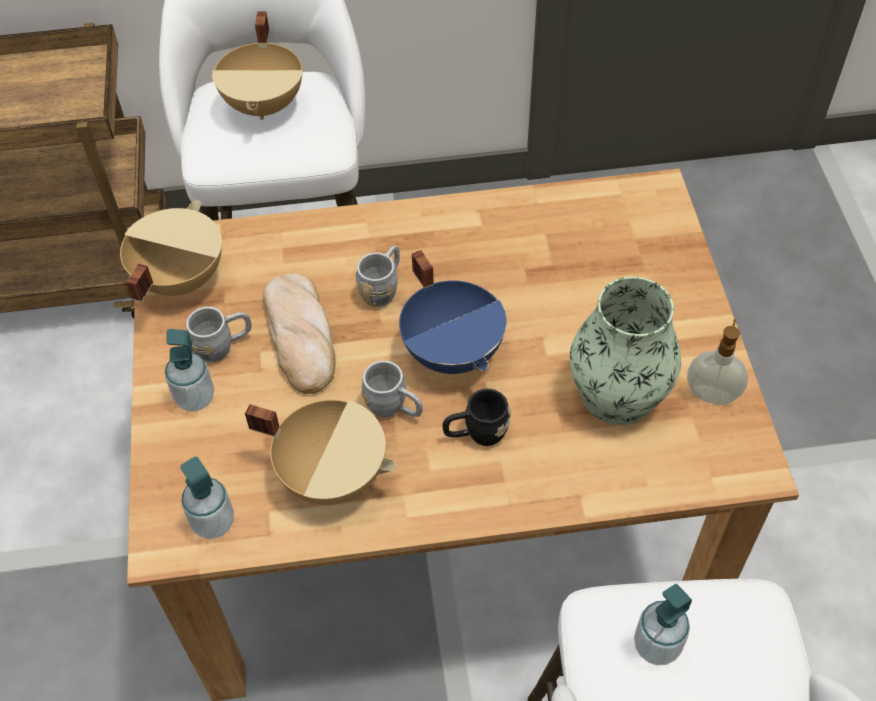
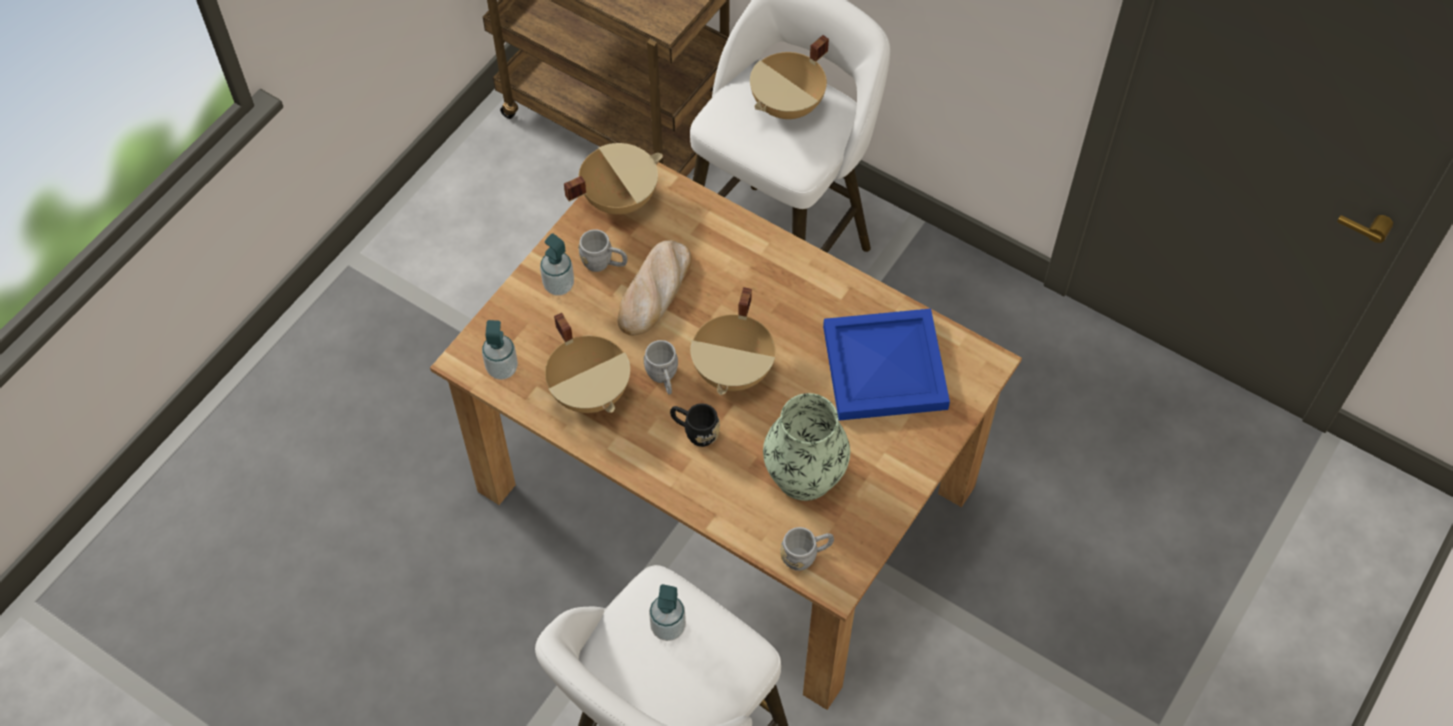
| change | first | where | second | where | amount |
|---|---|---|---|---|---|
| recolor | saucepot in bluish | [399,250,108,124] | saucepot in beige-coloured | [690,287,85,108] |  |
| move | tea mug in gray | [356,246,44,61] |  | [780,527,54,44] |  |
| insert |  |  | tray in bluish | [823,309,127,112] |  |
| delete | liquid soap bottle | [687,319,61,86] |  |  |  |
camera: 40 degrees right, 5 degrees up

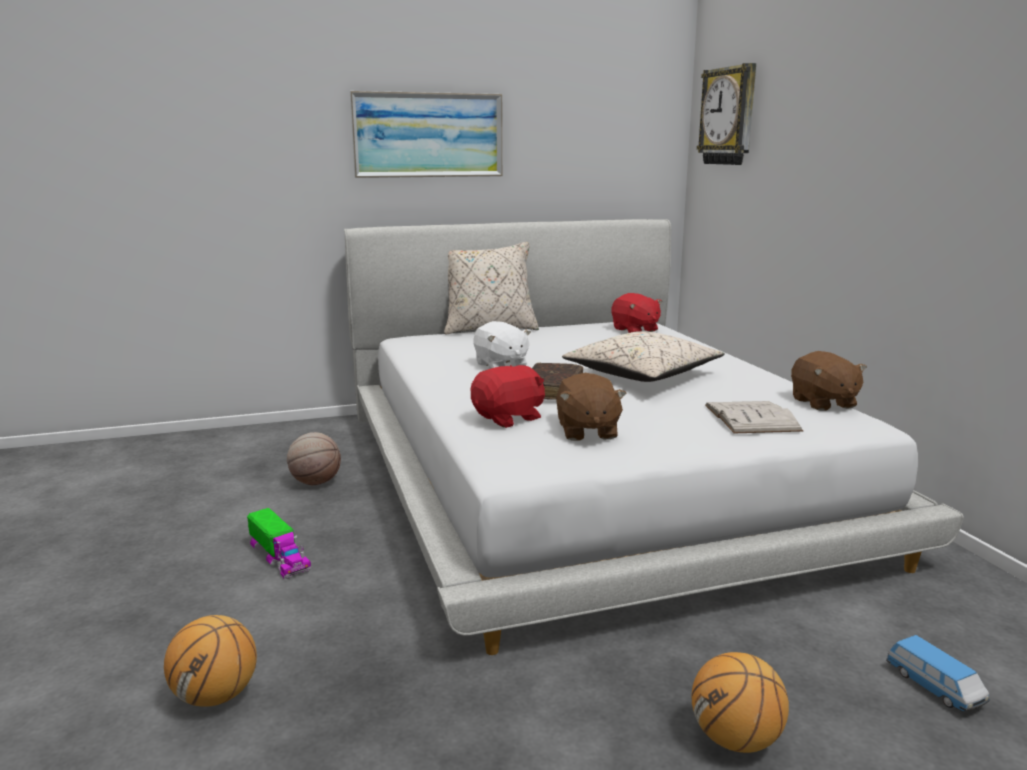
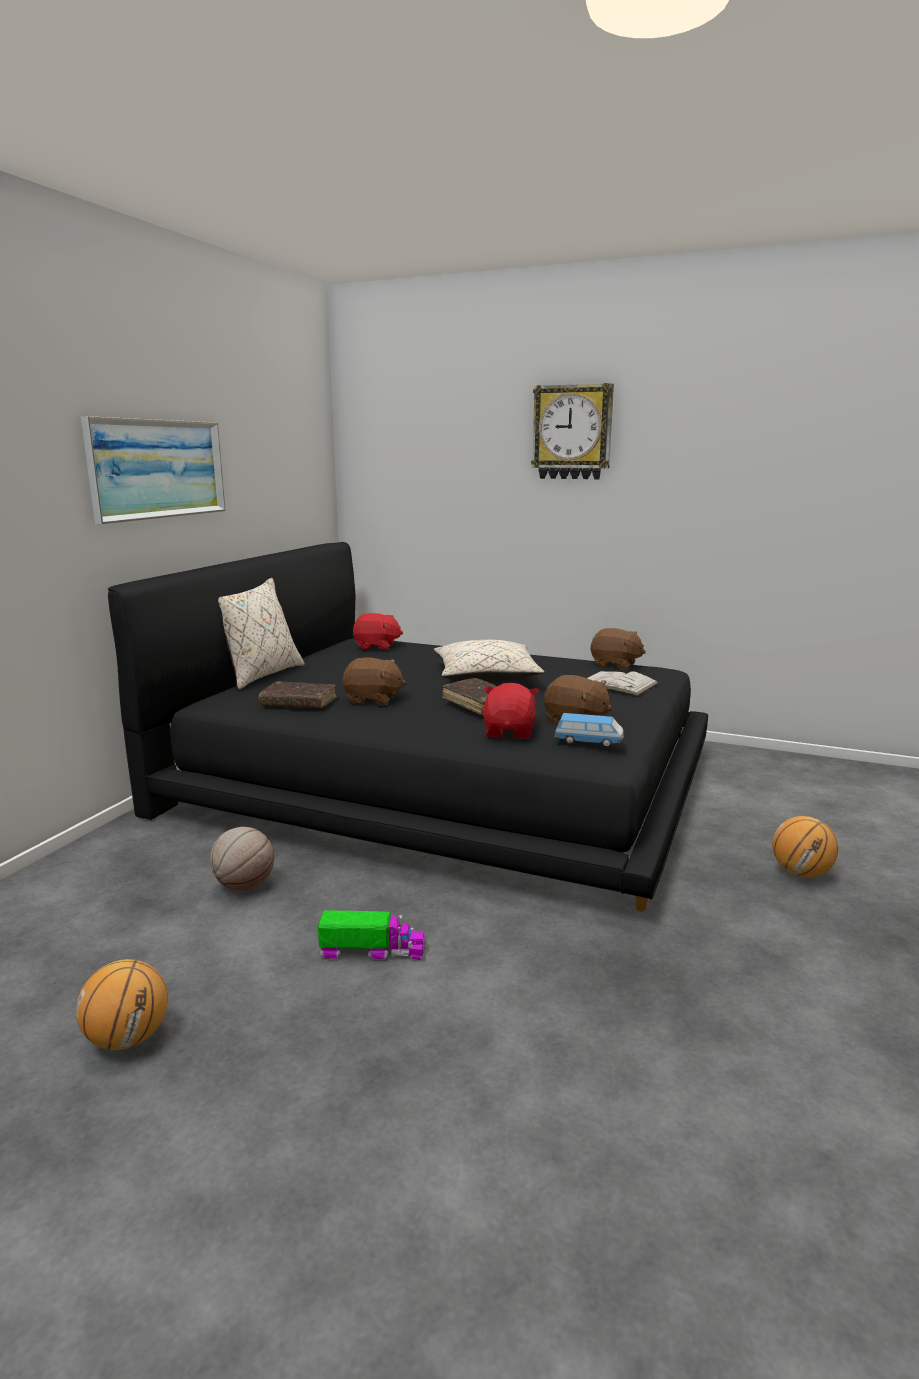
| change | first | where | second | where | amount |
|---|---|---|---|---|---|
| move | basketball ball | [164,615,93,92] |  | [76,959,92,91] |  |
| recolor | sleeping bed in white-coloured | [344,219,620,436] | sleeping bed in black-coloured | [108,542,600,370] |  |
| insert |  |  | book in brown | [258,681,79,27] |  |
| recolor | cuddly toy in white-coloured | [473,321,58,48] | cuddly toy in brown | [342,658,64,47] |  |
| move | hanging clock | [697,63,59,102] |  | [531,383,83,96] |  |
| move | model car | [886,635,104,76] |  | [554,713,70,34] |  |
camera: 50 degrees left, 0 degrees up

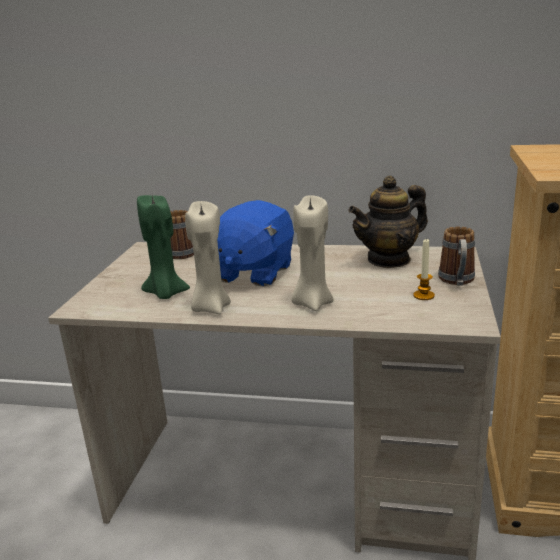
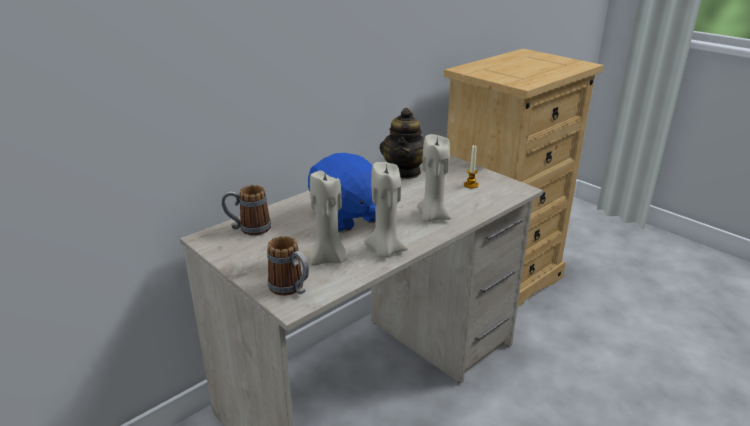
| change | first | where | second | where | amount |
|---|---|---|---|---|---|
| move | tea mug | [438,226,37,60] |  | [267,236,42,60] |  |
| recolor | candle in green-coloured | [137,195,53,104] | candle in beige-coloured | [310,171,38,95] |  |
camera: 55 degrees left, 5 degrees up

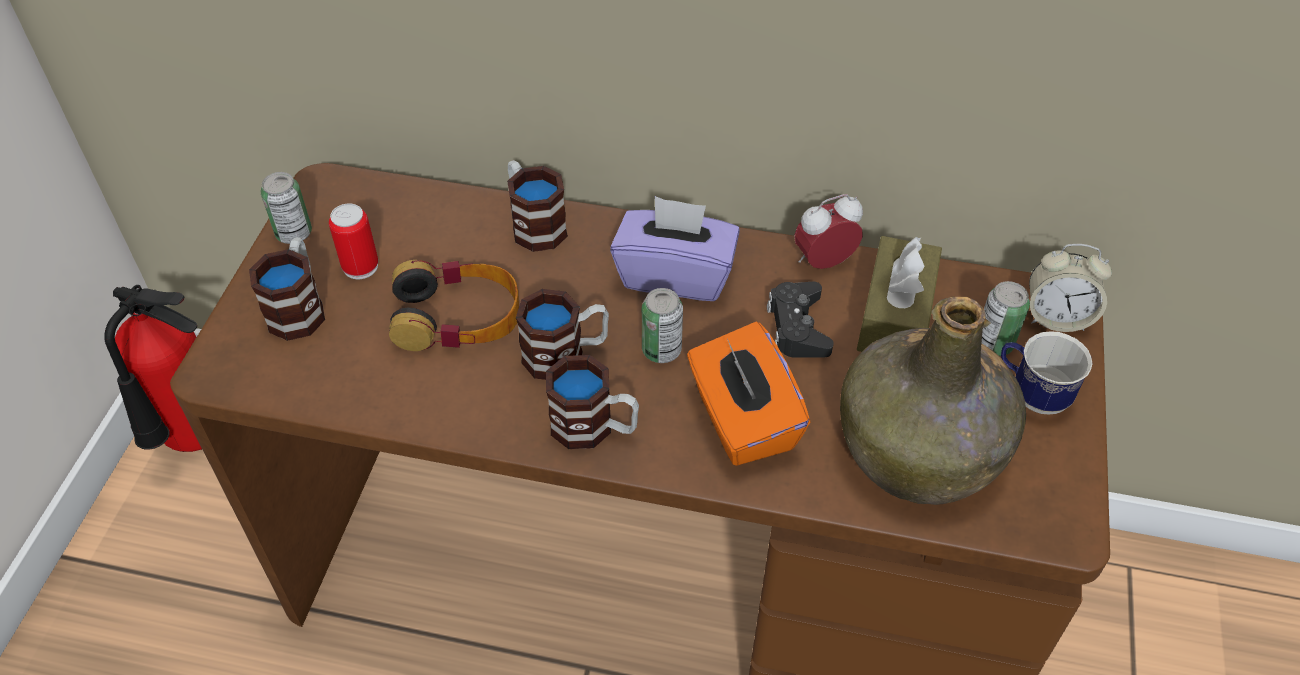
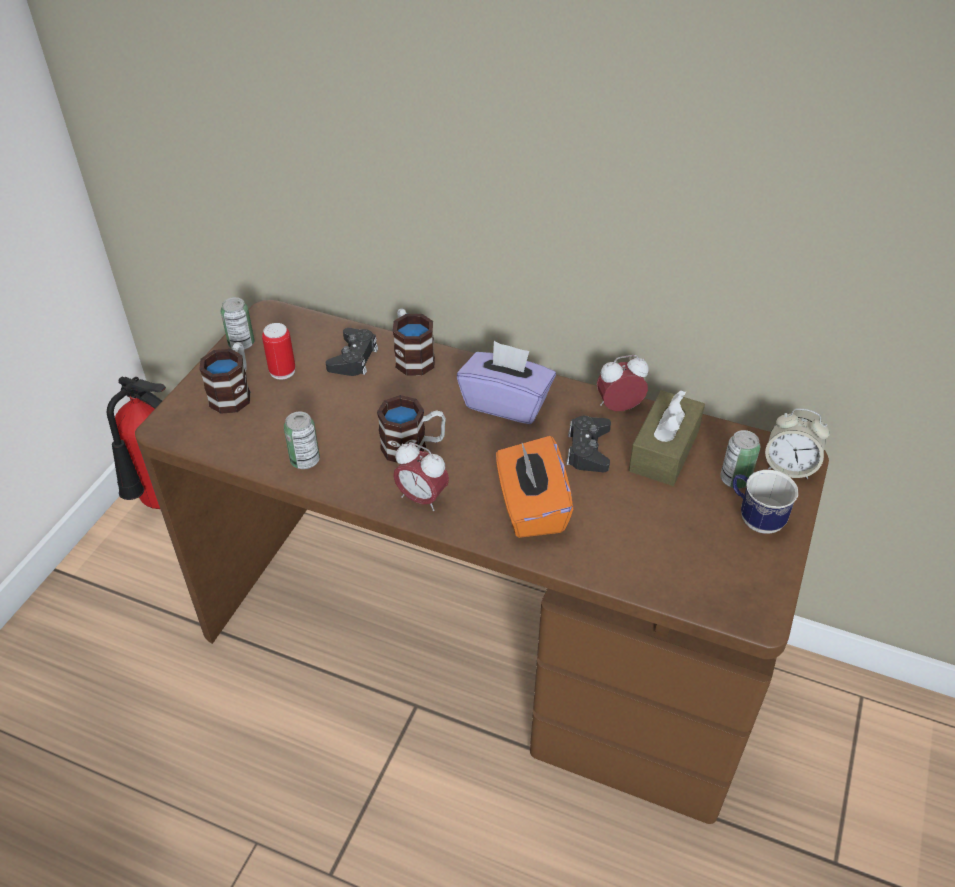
| change | first | where | second | where | amount |
|---|---|---|---|---|---|
| move | can | [642,288,41,75] |  | [284,412,36,57] |  |
| insert |  |  | gamepad in black-coloured | [326,328,52,48] |  |
| replace | tea mug | [546,355,93,94] | bedside clock | [393,442,56,69] |  |
| delete | headphones | [389,260,130,91] |  |  |  |
| delete | beverage bottle in green-coloured | [840,297,186,208] |  |  |  |
camera: 10 degrees right, 5 degrees down

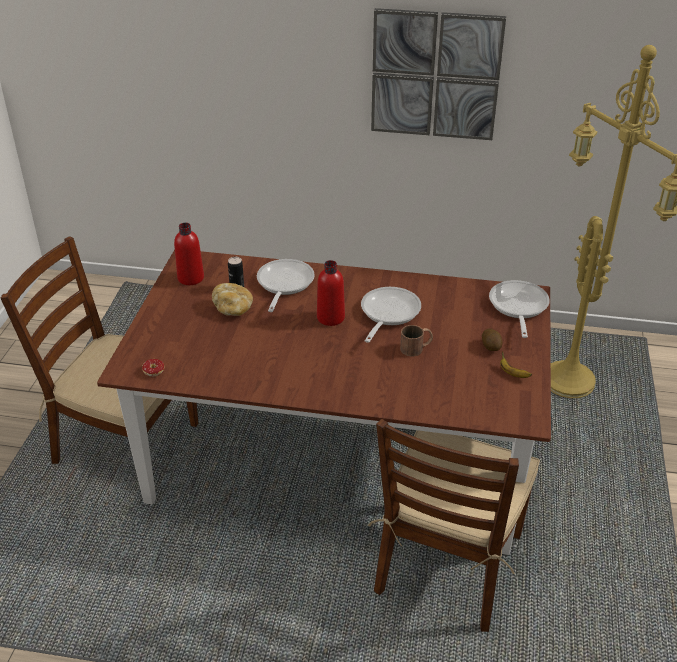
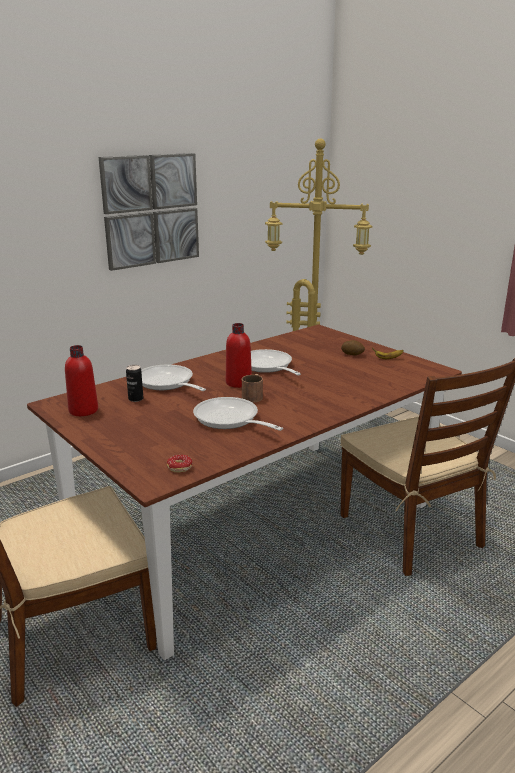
| change | first | where | second | where | amount |
|---|---|---|---|---|---|
| move | frying pan | [489,280,61,58] |  | [193,397,90,34] |  |
| move | tea mug in brown | [400,325,33,31] |  | [242,374,21,28] |  |
| delete | bread | [212,283,41,33] |  |  |  |
camera: 50 degrees left, 15 degrees down

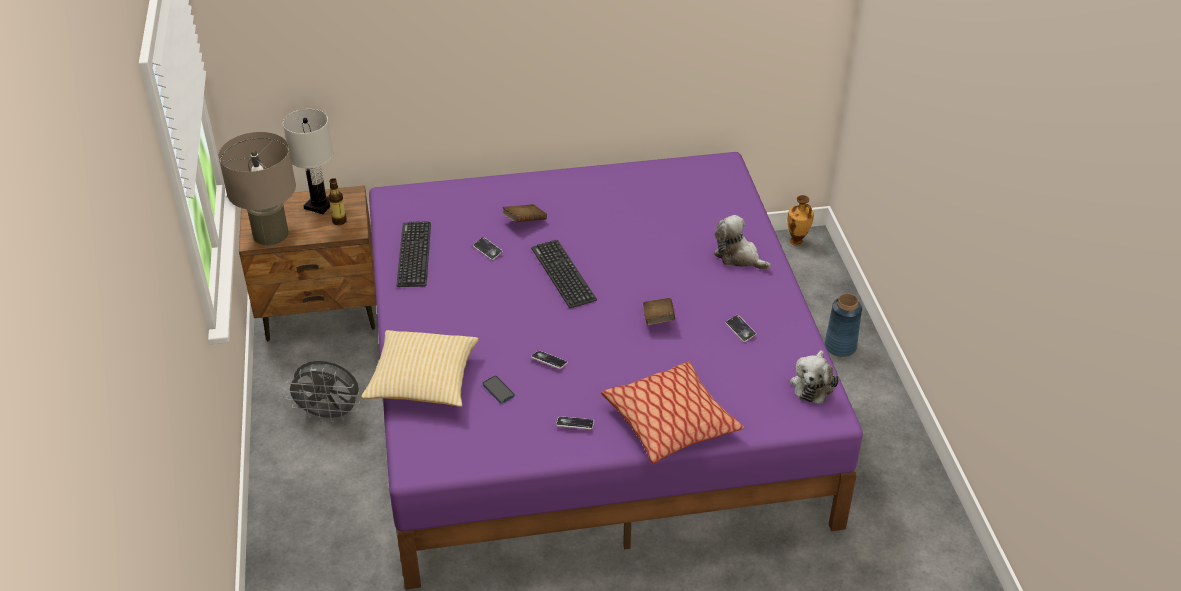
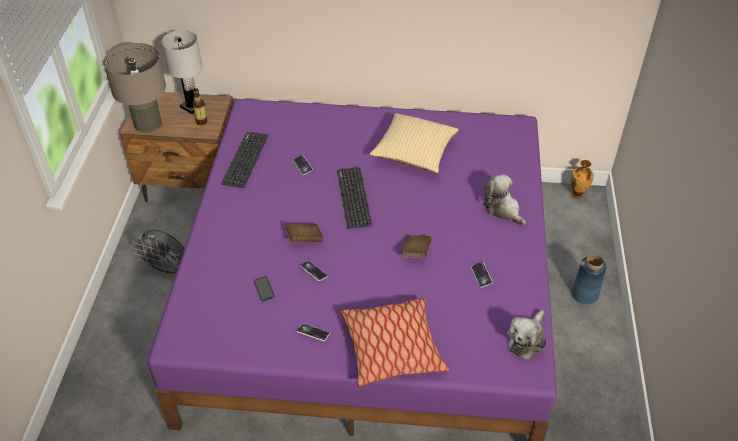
| change | first | where | second | where | amount |
|---|---|---|---|---|---|
| move | book in brown | [503,204,44,18] |  | [285,224,38,18] |  |
| move | cushion | [361,330,118,77] |  | [370,113,89,60] |  |
camera: 15 degrees right, 5 degrees up

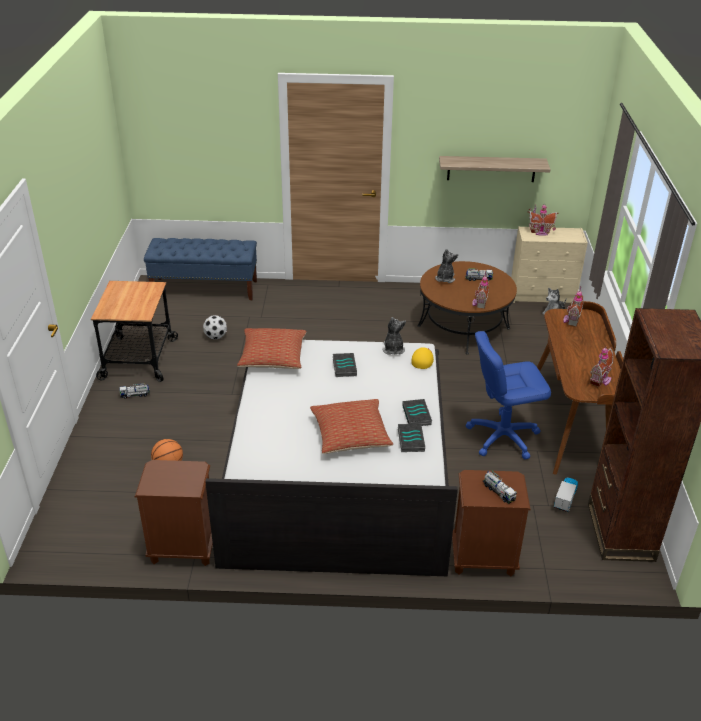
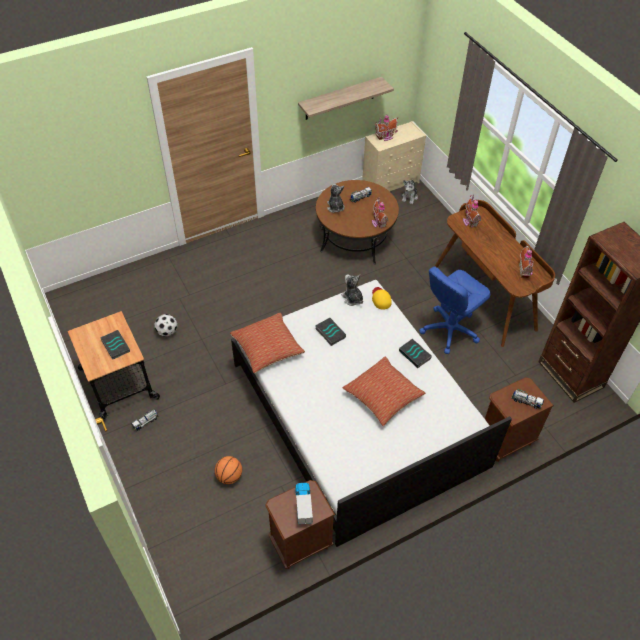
| change | first | where | second | where | amount |
|---|---|---|---|---|---|
| move | book | [398,424,27,28] |  | [100,330,30,30] |  |
| move | model truck | [554,478,24,34] |  | [295,483,18,41] |  |
| delete | bench in bluish | [144,238,113,62] |  |  |  |
camera: 30 degrees left, 15 degrees up

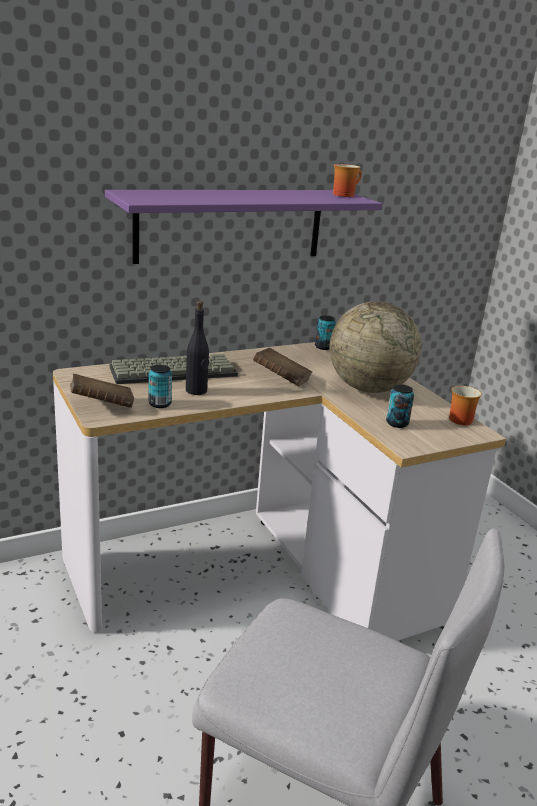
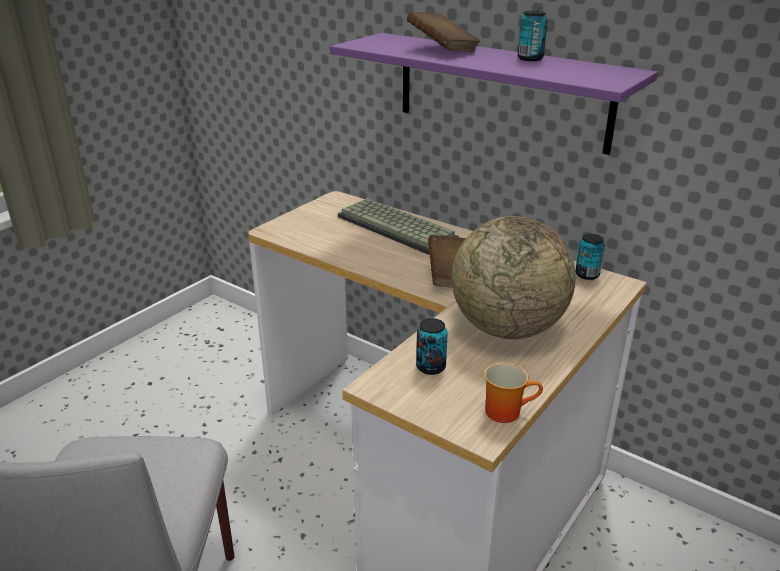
| change | first | where | second | where | amount |
|---|---|---|---|---|---|
| move | book in brown | [70,374,64,34] |  | [407,11,73,41] |  |
| move | can | [148,365,24,43] |  | [518,11,30,50] |  |
| delete | beverage bottle in black-coloured | [186,301,23,94] |  |  |  |
| delete | tea mug | [333,164,29,33] |  |  |  |
camera: 65 degrees right, 5 degrees up

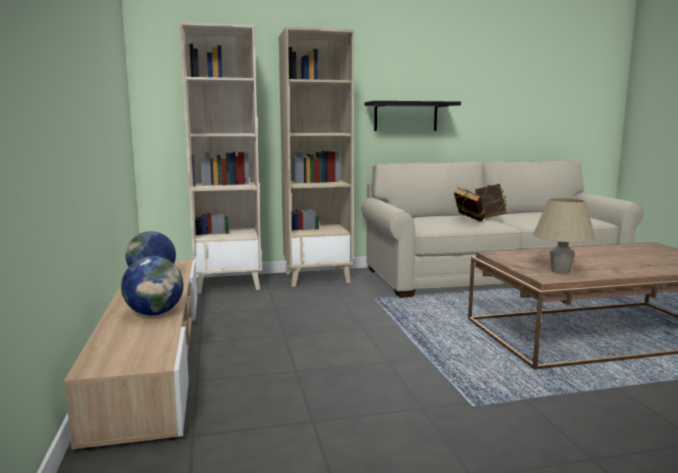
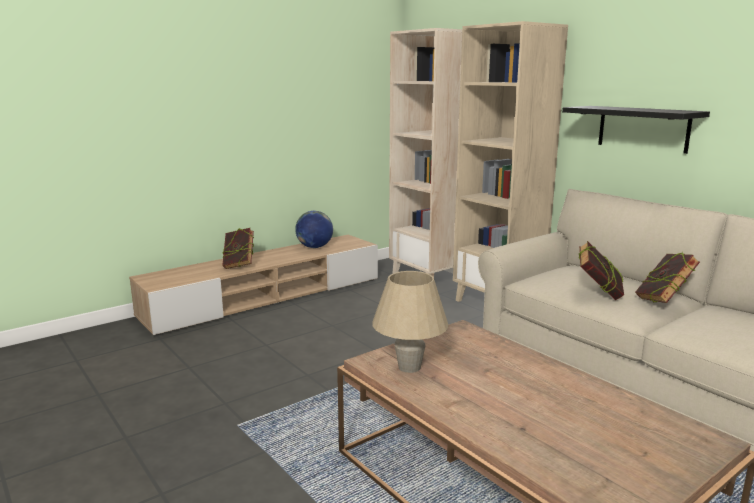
| change | first | where | second | where | amount |
|---|---|---|---|---|---|
| replace | world globe | [121,256,62,59] | book | [222,228,32,41] |  |
camera: 65 degrees right, 5 degrees up

